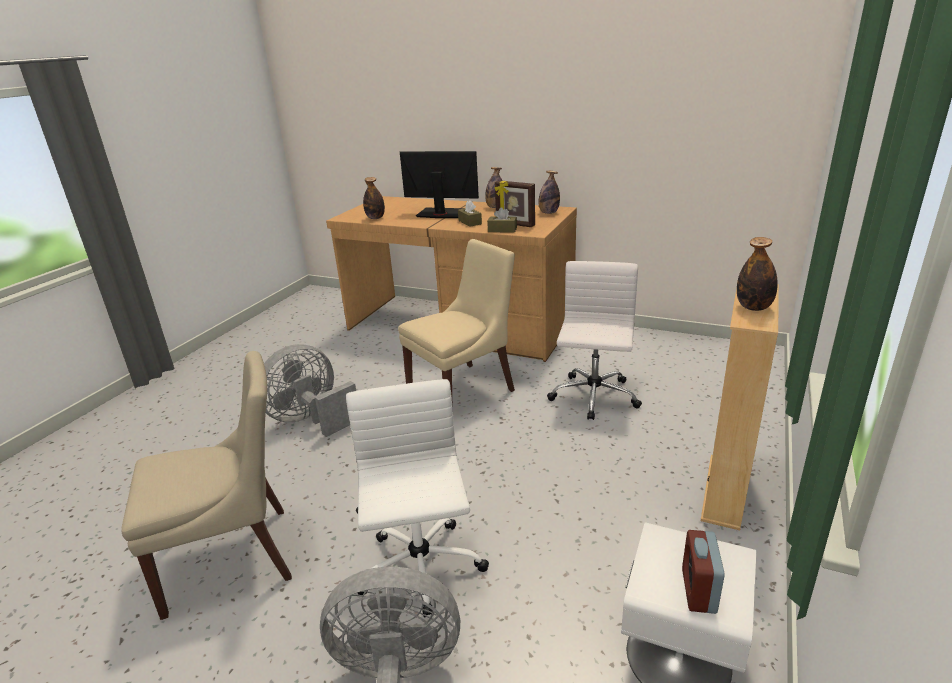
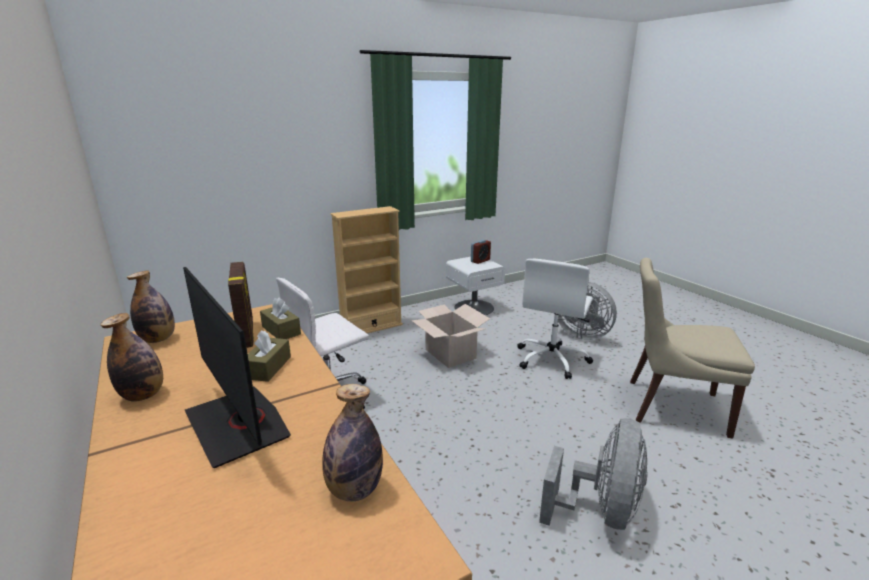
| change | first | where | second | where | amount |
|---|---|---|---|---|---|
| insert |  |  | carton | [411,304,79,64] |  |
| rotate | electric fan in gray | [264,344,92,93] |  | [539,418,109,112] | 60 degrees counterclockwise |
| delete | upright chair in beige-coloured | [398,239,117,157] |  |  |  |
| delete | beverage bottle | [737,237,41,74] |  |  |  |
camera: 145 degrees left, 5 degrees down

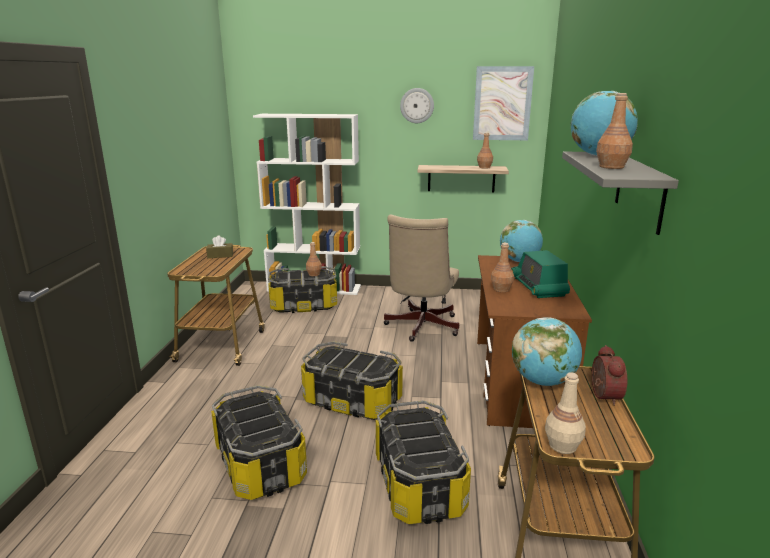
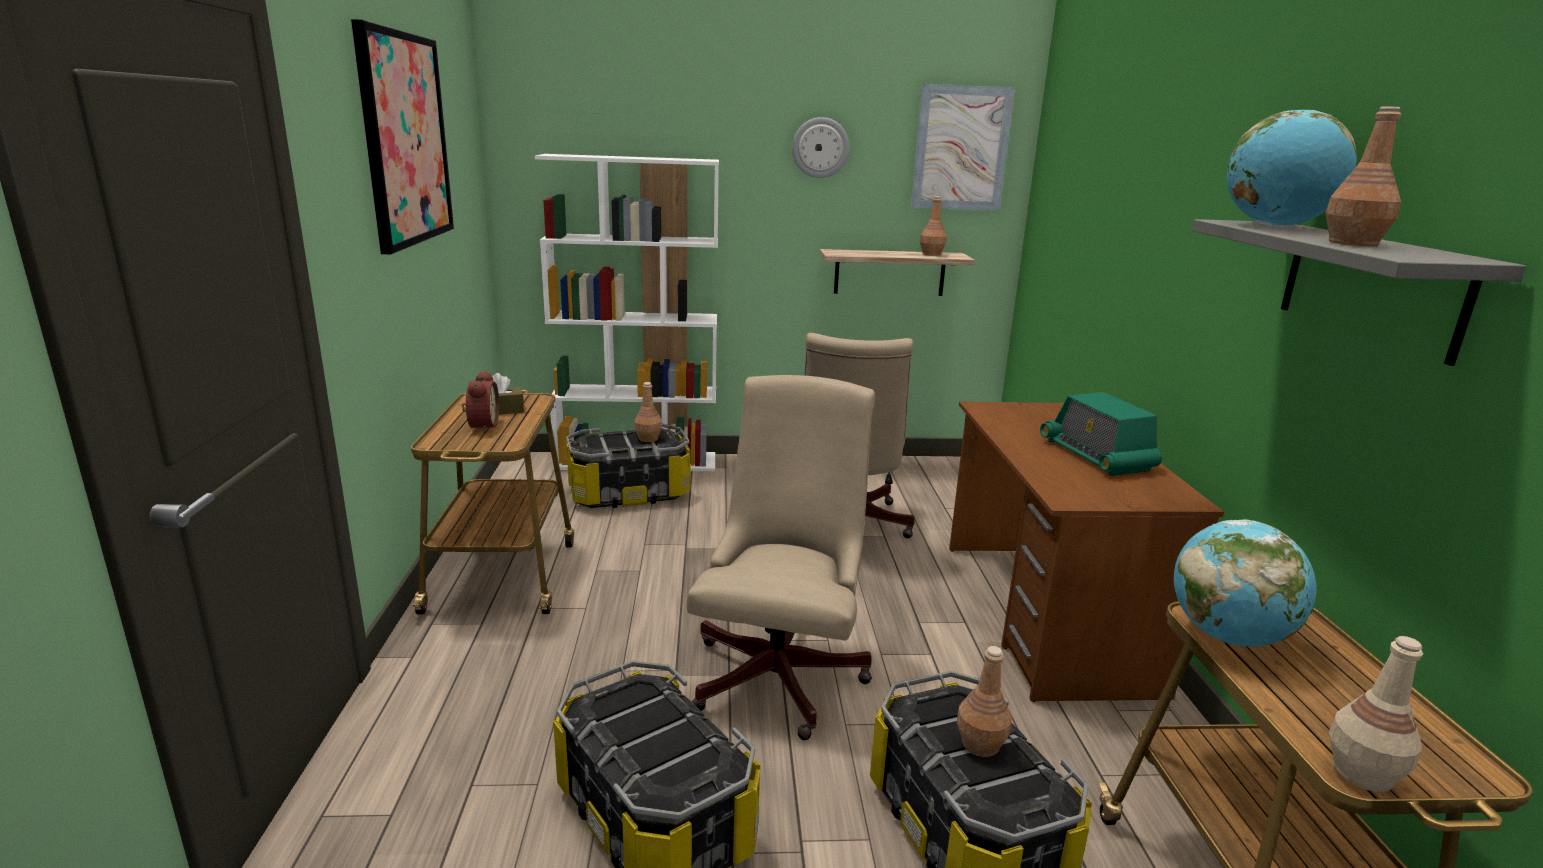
| change | first | where | second | where | amount |
|---|---|---|---|---|---|
| insert |  |  | wall picture | [351,19,103,235] |  |
| move | bedside clock | [592,345,35,61] |  | [462,371,37,62] |  |
| replace | storage box | [301,341,102,79] | office chair in beige-coloured | [687,375,188,365] |  |
| move | beverage bottle in brown | [491,243,23,49] |  | [957,646,55,111] |  |
| delete | world globe | [500,220,43,42] |  |  |  |
camera: 10 degrees left, 0 degrees up

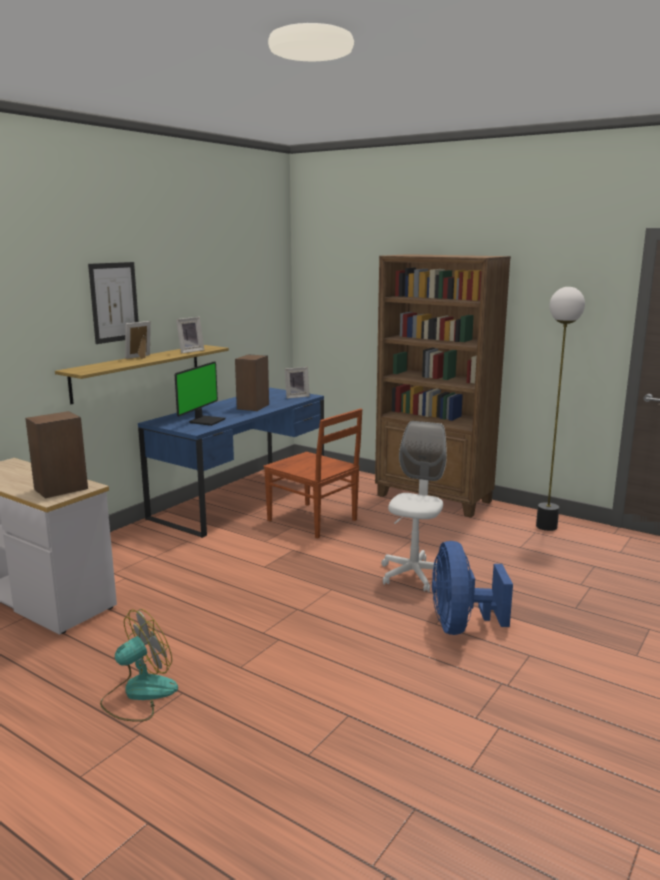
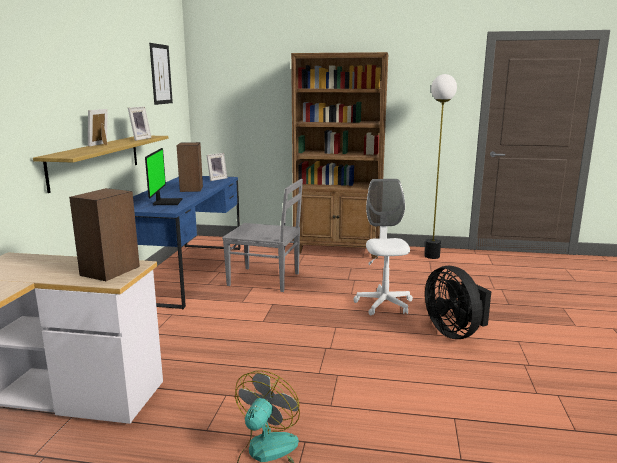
| change | first | where | second | where | amount |
|---|---|---|---|---|---|
| move | wall picture | [88,262,51,82] |  | [149,43,24,62] |  |
| recolor | upright chair in brown | [263,408,99,131] | upright chair in gray | [222,179,81,113] |  |
| recolor | electric fan in bluish | [432,541,81,94] | electric fan in black-coloured | [425,266,66,73] |  |
camera: 25 degrees left, 0 degrees up

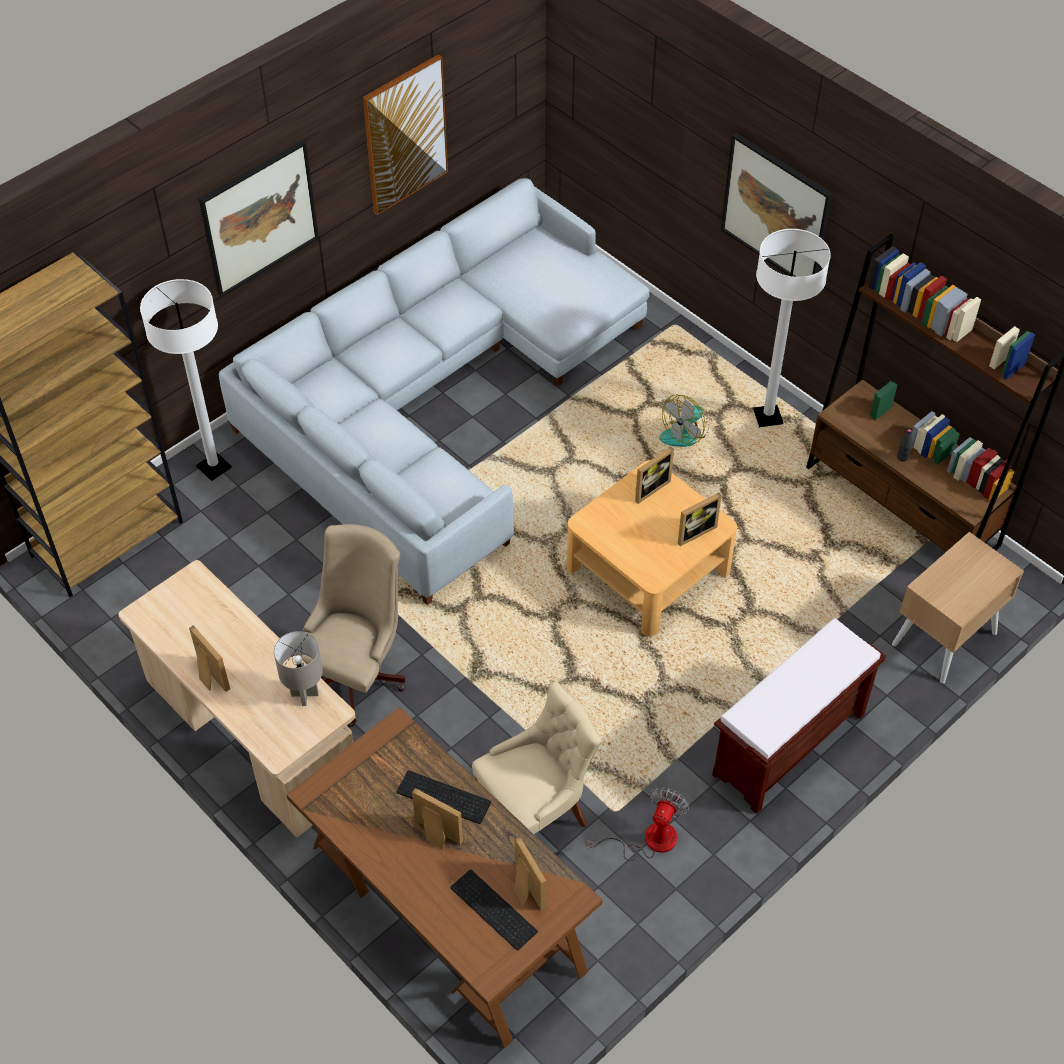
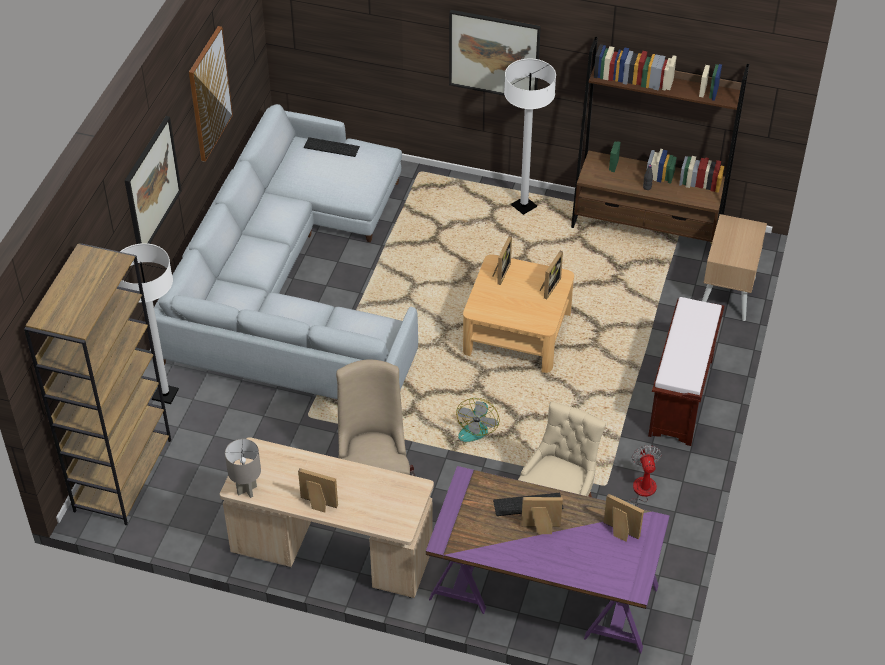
| change | first | where | second | where | amount |
|---|---|---|---|---|---|
| move | lamp for a table in gray | [274,631,49,75] |  | [225,439,36,59] |  |
| move | PC keyboard | [450,869,88,82] |  | [304,137,56,20] |  |
| recolor | desk unit in brown | [286,707,316,341] | desk unit in purple | [426,466,243,187] |  |
| move | electric fan | [659,395,50,52] |  | [456,398,43,44] |  |
camera: 30 degrees left, 5 degrees down

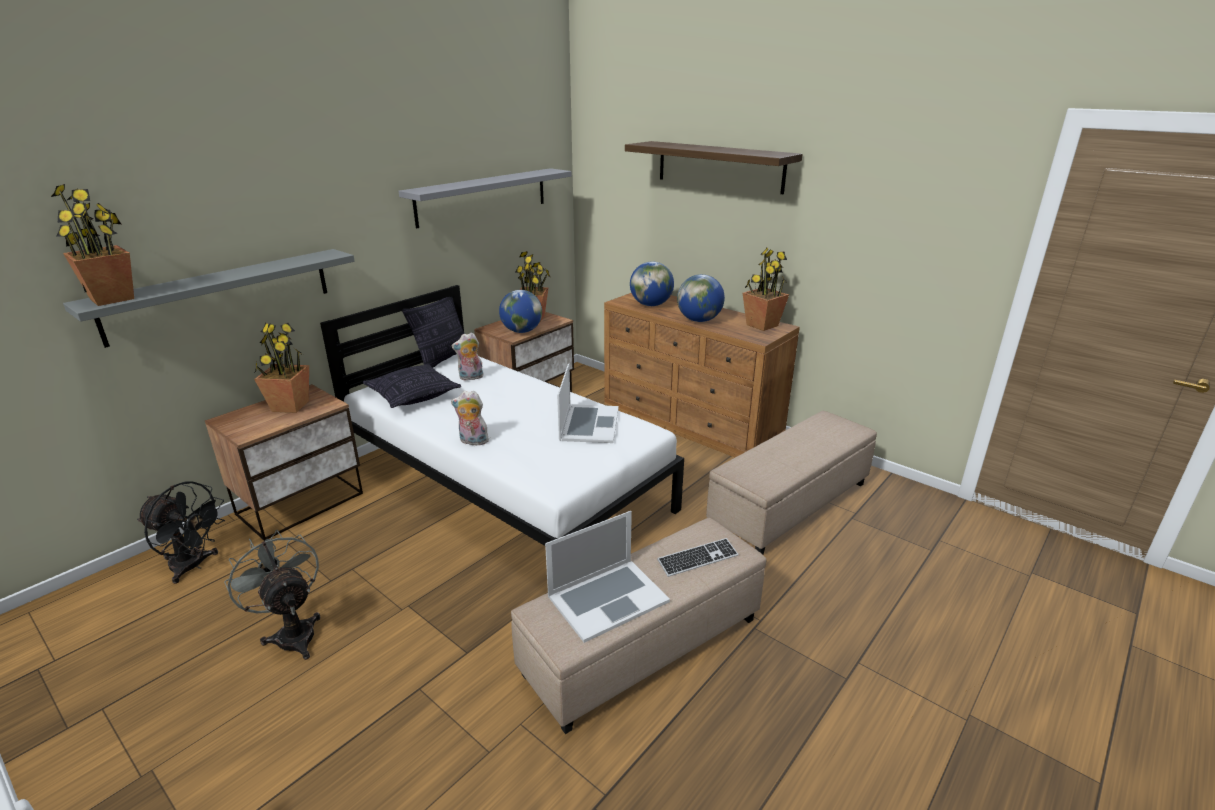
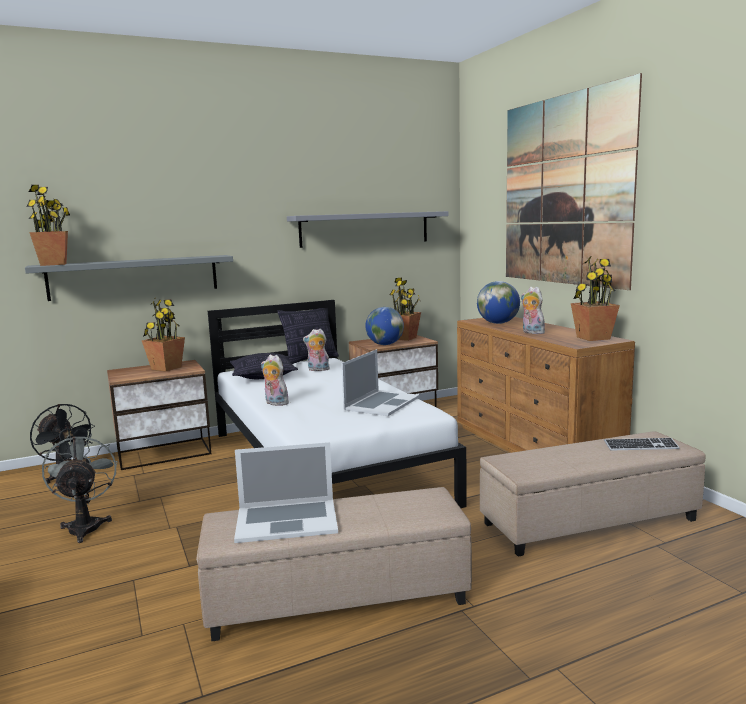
| change | first | where | second | where | amount |
|---|---|---|---|---|---|
| replace | shelf | [625,141,178,53] | wall picture | [506,73,136,217] |  |
| replace | world globe | [677,274,48,48] | cuddly toy | [521,287,24,47] |  |
| move | PC keyboard | [657,538,82,39] |  | [604,438,76,13] |  |
camera: 25 degrees right, 15 degrees down

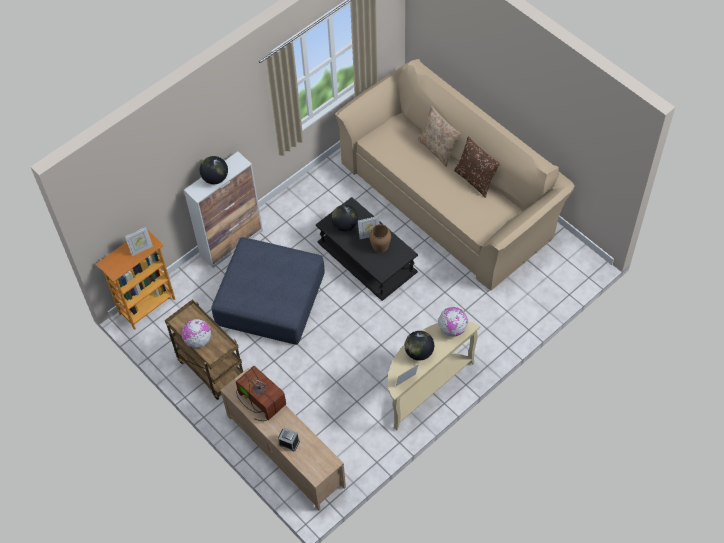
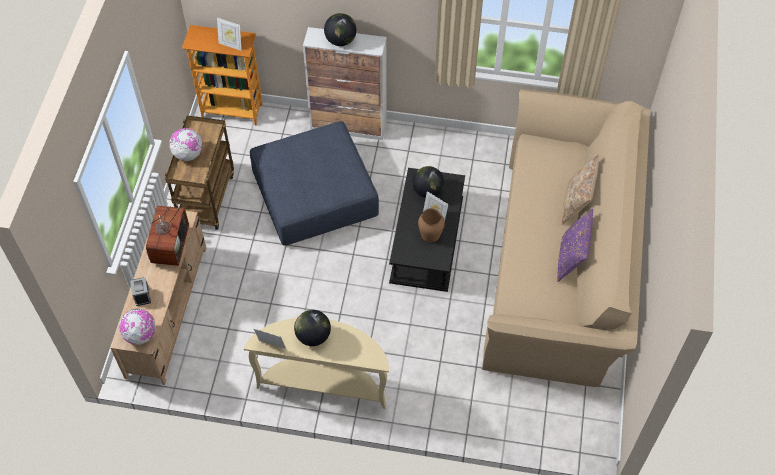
| change | first | where | second | where | amount |
|---|---|---|---|---|---|
| move | world globe | [438,307,30,30] |  | [119,309,37,36] |  |
| recolor | cushion in brown | [454,137,46,61] | cushion in purple | [557,209,36,73] |  |
camera: 50 degrees right, 0 degrees up

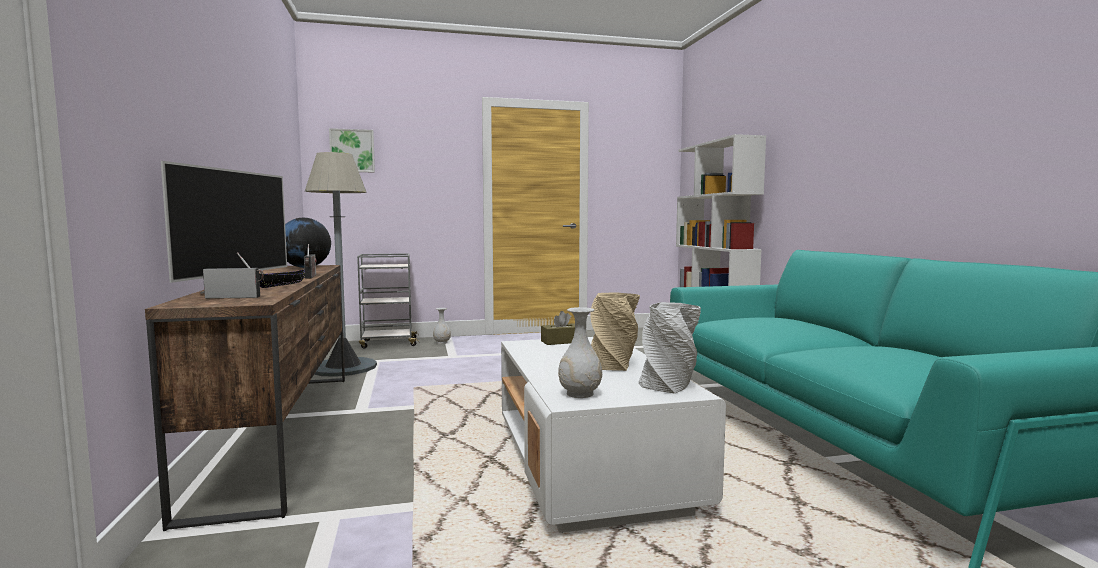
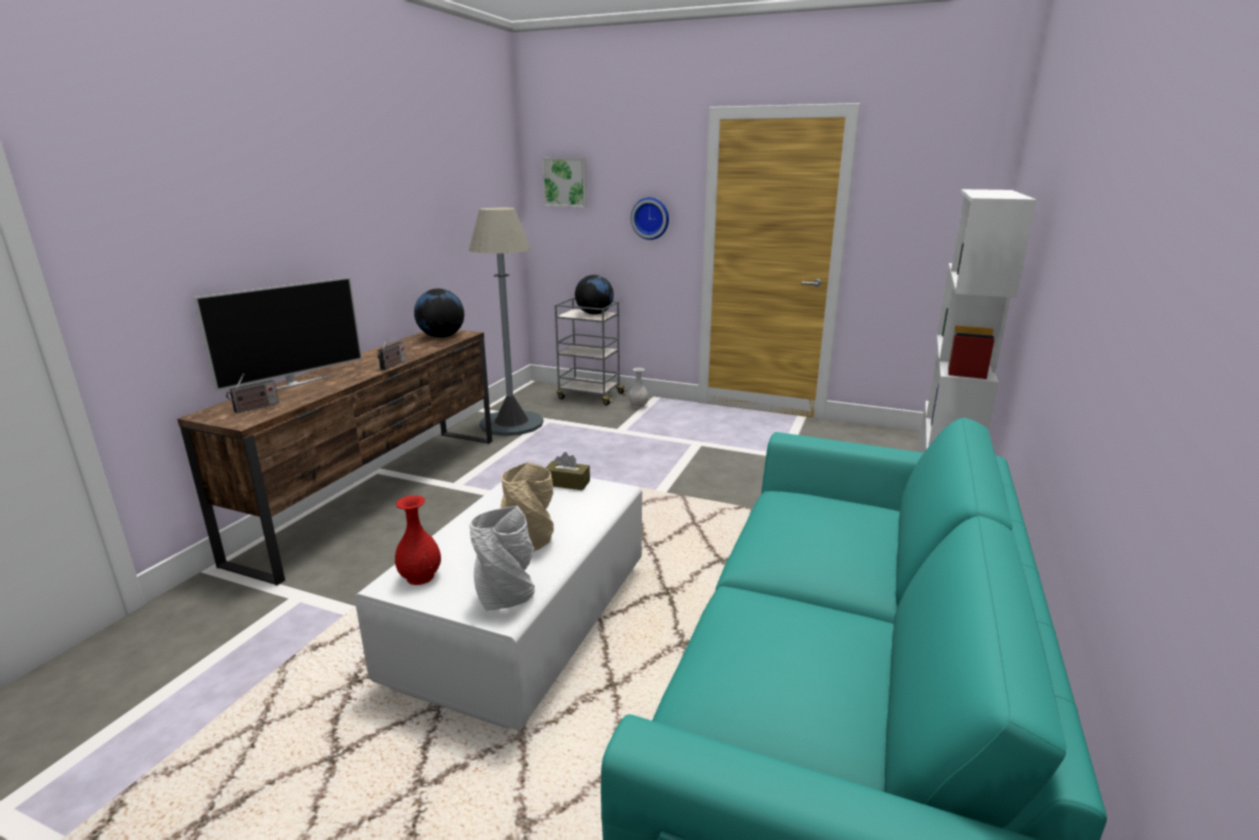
| change | first | where | second | where | amount |
|---|---|---|---|---|---|
| rotate | radio receiver | [203,252,61,47] |  | [226,373,53,40] | 105 degrees clockwise |
| recolor | flower vase in white-coloured | [558,307,44,91] | flower vase in reddish | [395,495,46,90] |  |
| insert |  |  | world globe | [575,275,39,40] |  |
| insert |  |  | hanging clock | [631,197,38,43] |  |
| delete | deep dish in black-coloured | [259,269,46,19] |  |  |  |
camera: 35 degrees right, 15 degrees up

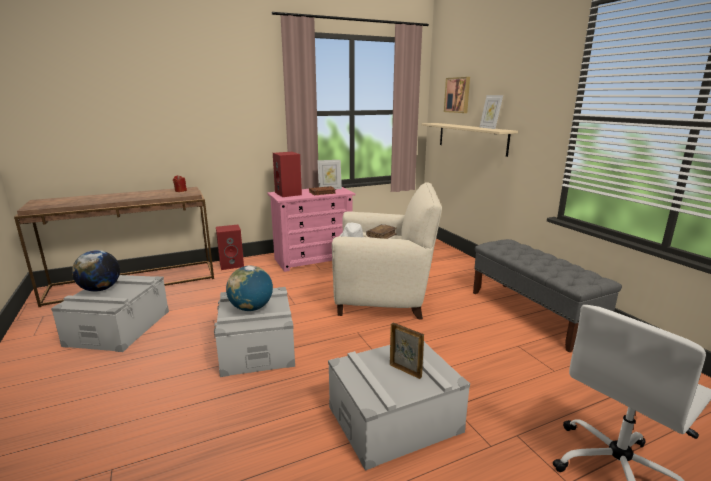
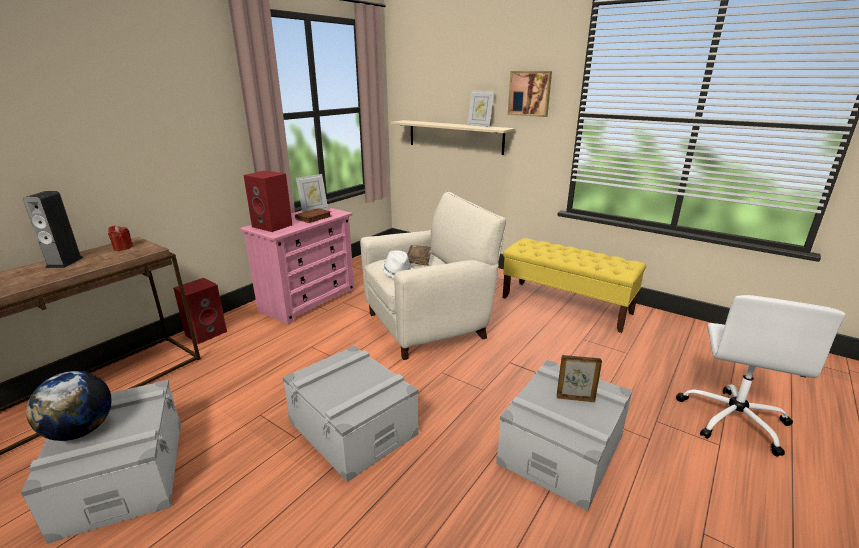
| change | first | where | second | where | amount |
|---|---|---|---|---|---|
| insert |  |  | audio speaker | [23,191,61,77] |  |
| recolor | bench in gray | [473,239,149,113] | bench in yellow | [503,238,143,95] |  |
| move | wall picture | [444,77,26,36] |  | [508,71,44,46] |  |
| delete | world globe | [226,266,47,45] |  |  |  |
camera: 30 degrees left, 5 degrees up

